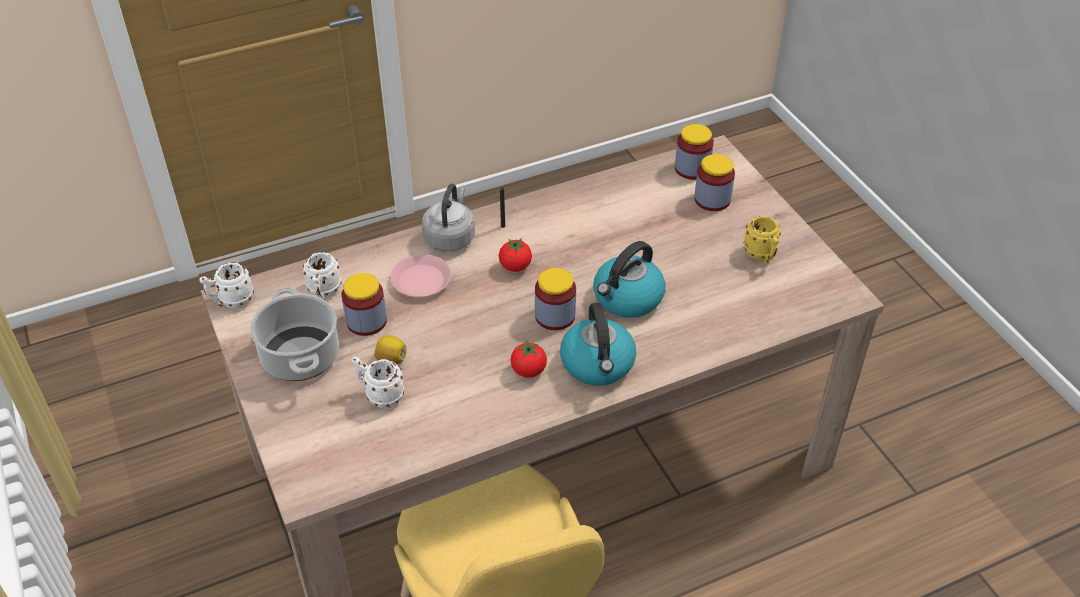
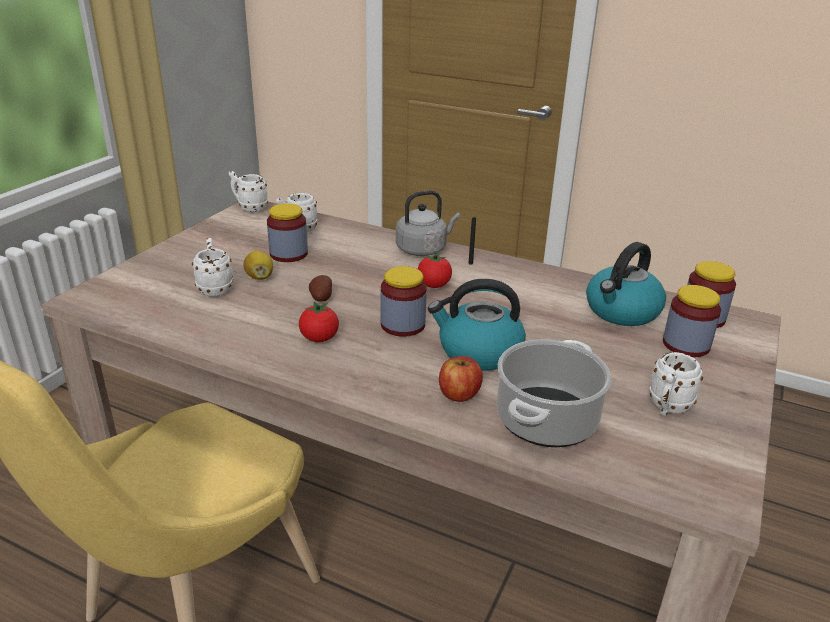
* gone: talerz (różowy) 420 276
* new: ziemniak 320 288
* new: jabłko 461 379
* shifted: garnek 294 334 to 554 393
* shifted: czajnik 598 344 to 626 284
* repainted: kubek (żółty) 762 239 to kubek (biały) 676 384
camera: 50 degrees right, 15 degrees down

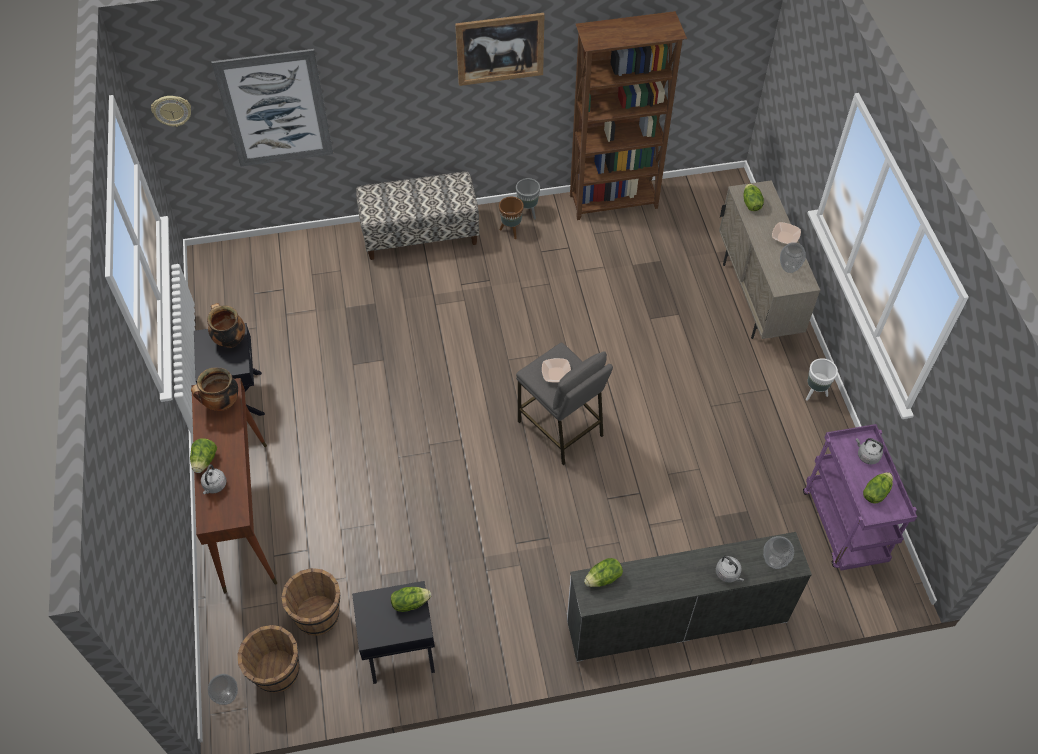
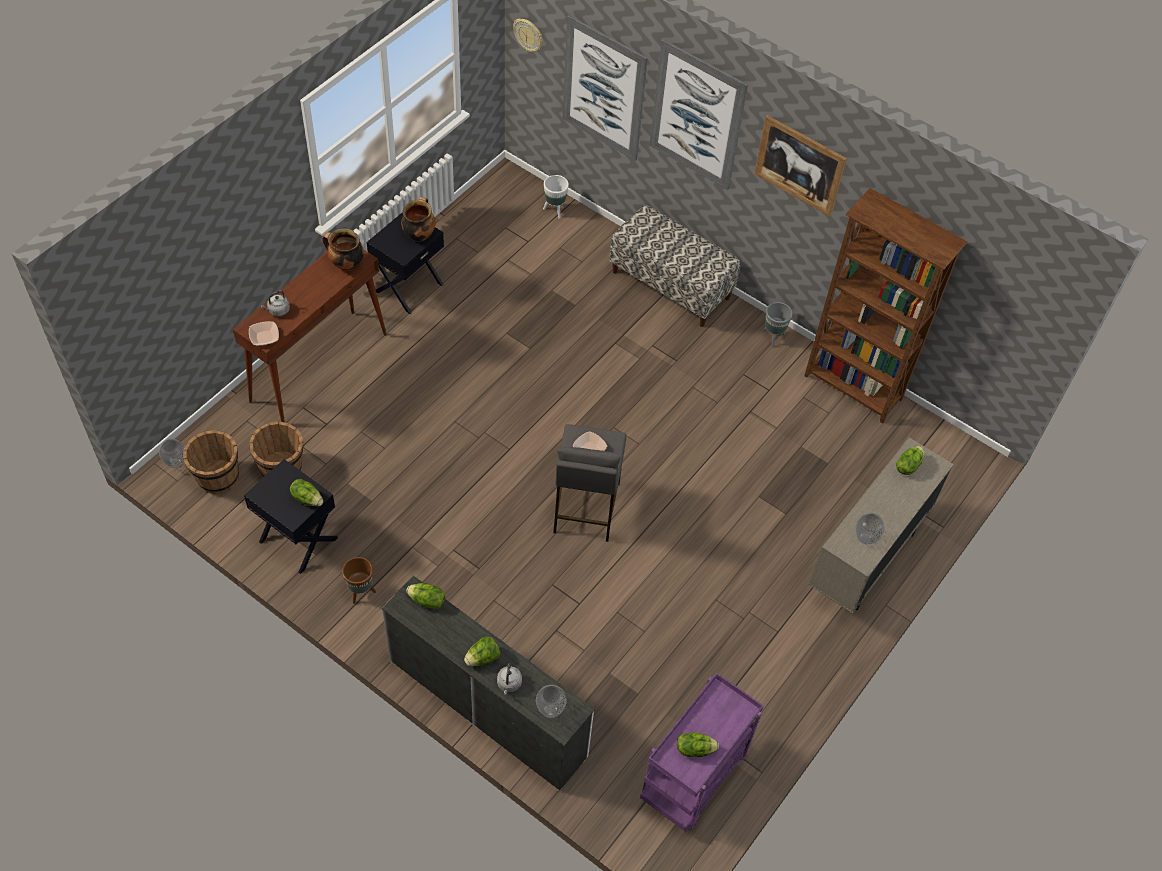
* gone: czajnik (szary) 869 451
* new: obraz 699 114
* shifted: sałata 203 455 to 482 651
* shifted: donica (brązowy) 511 218 to 359 580
* shifted: miska 786 233 to 264 333
* shifted: donica (biały) 822 379 to 556 197
camera: 45 degrees right, 0 degrees up

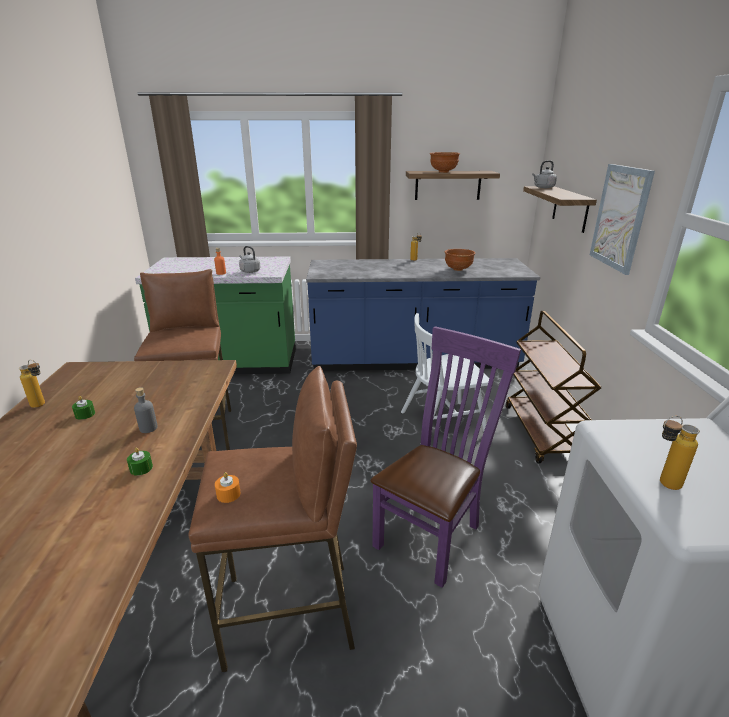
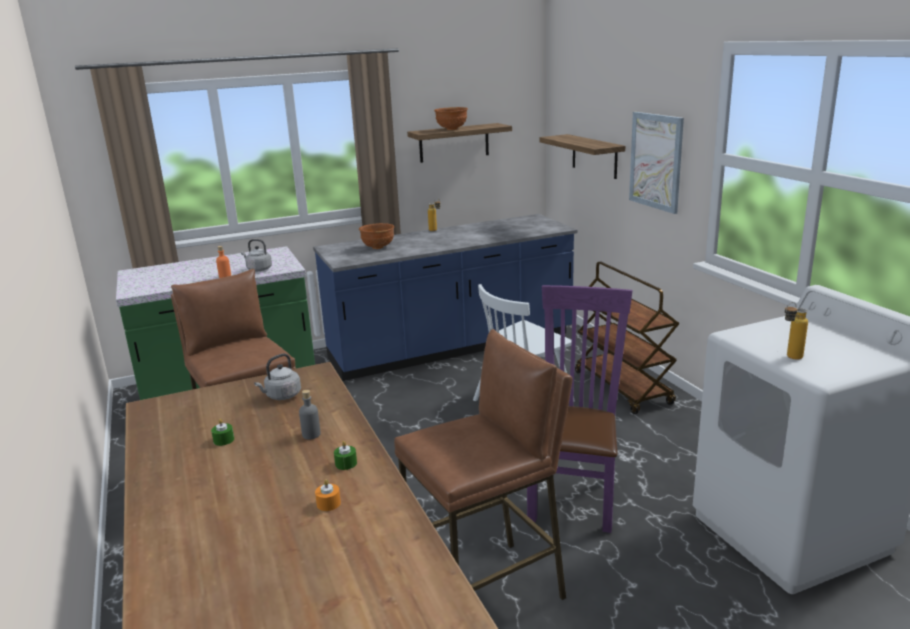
* gone: butelka 32 384
* shifted: świeca (pomarańczowy) 228 487 to 328 495
* shifted: miska (brązowy) 460 260 to 376 236
* shifted: czajnik (szary) 544 174 to 277 376
camera: 20 degrees left, 5 degrees down

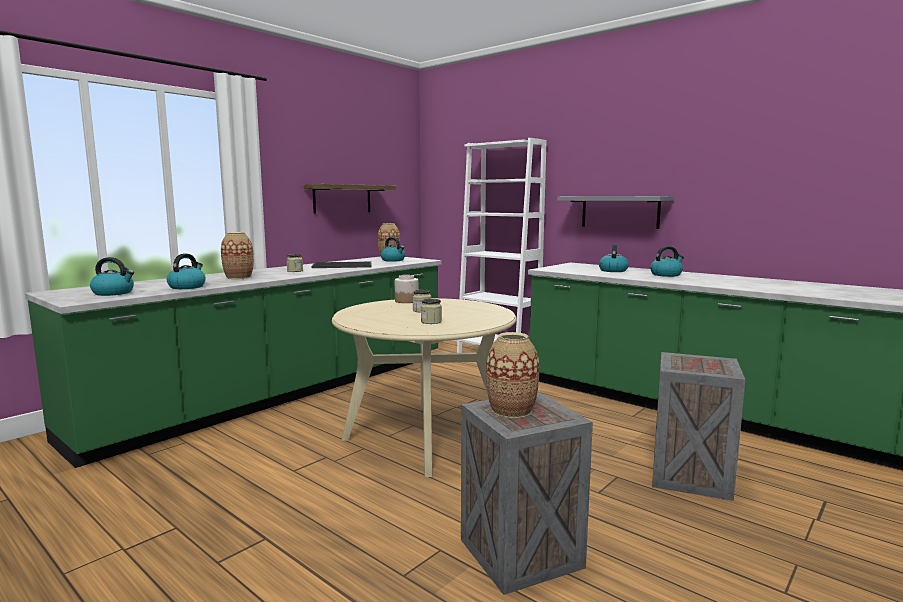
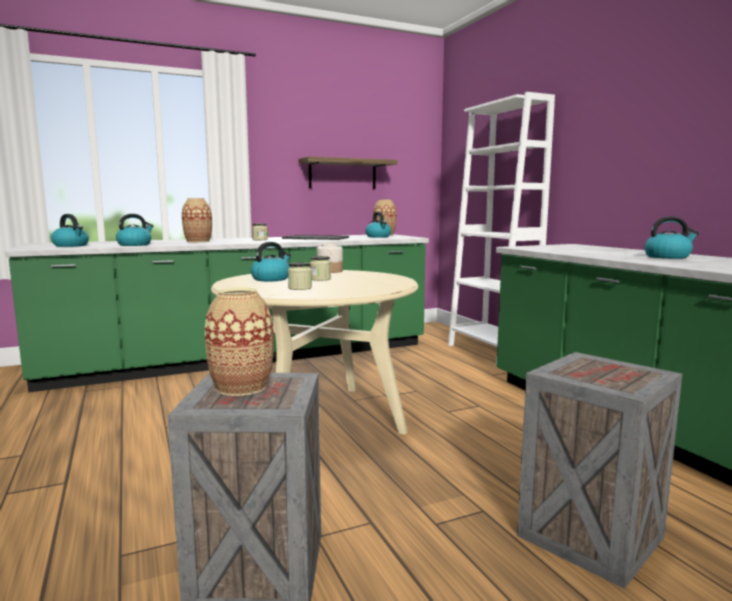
* gone: półka (szary) 615 212
* shifted: czajnik 614 257 to 271 261
camera: 25 degrees right, 0 degrees up

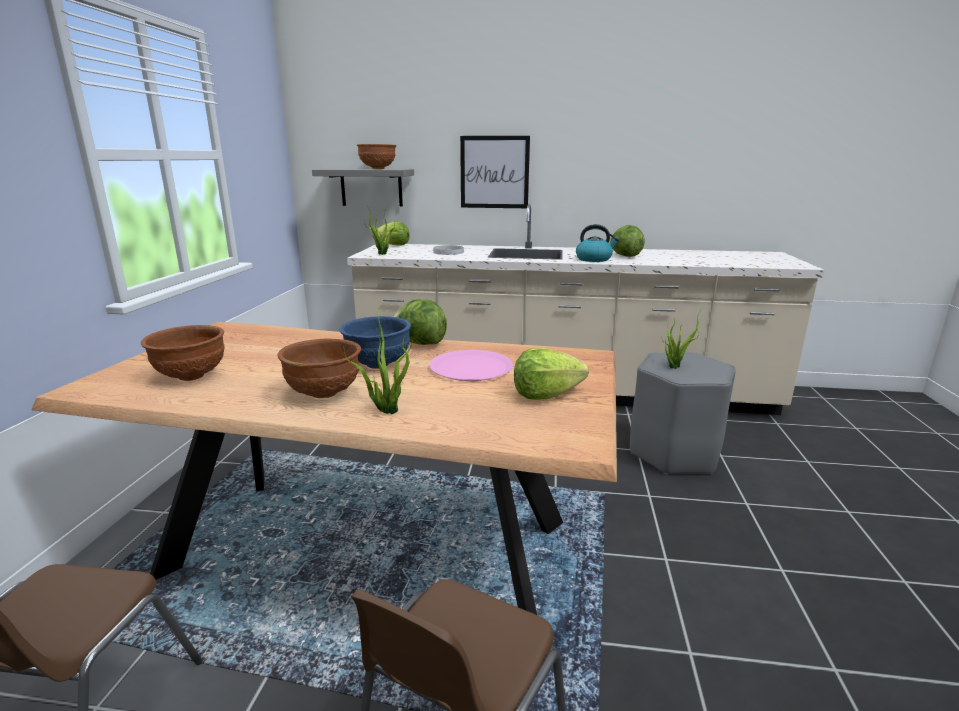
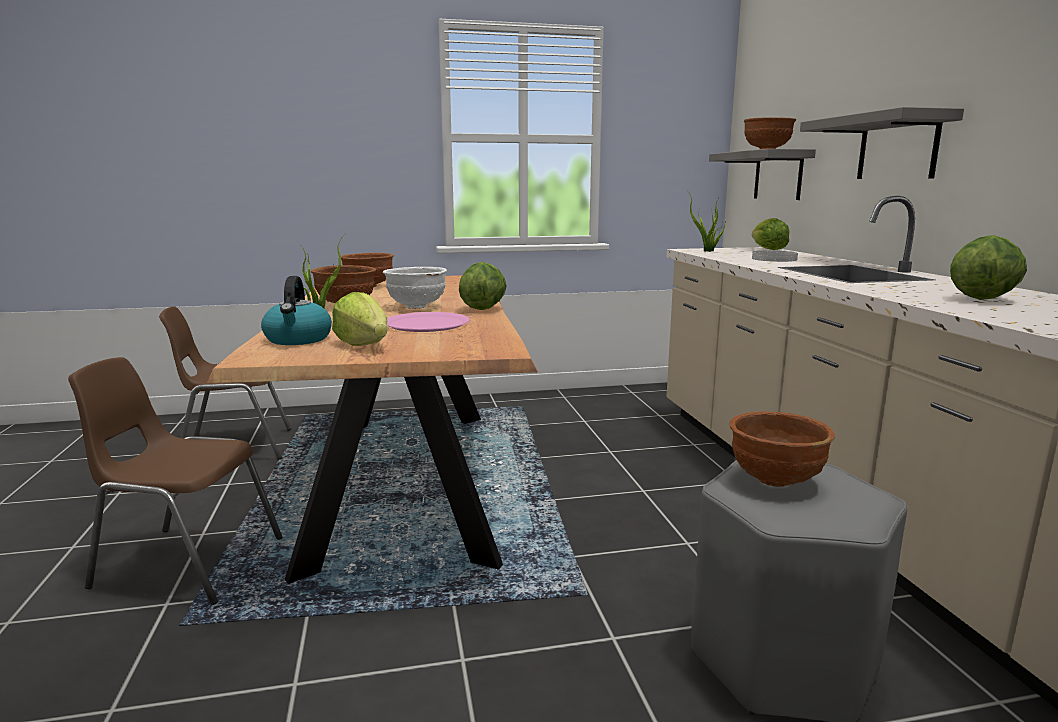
* shifted: czajnik 597 243 to 296 310
* swapped: obraz 495 172 to półka (szary) 882 143
* swapped: roślina doniczkowa 683 338 to miska (brązowy) 782 449
* repainted: miska (niebieski) 375 342 to miska (biały) 415 288
camera: 70 degrees right, 5 degrees down

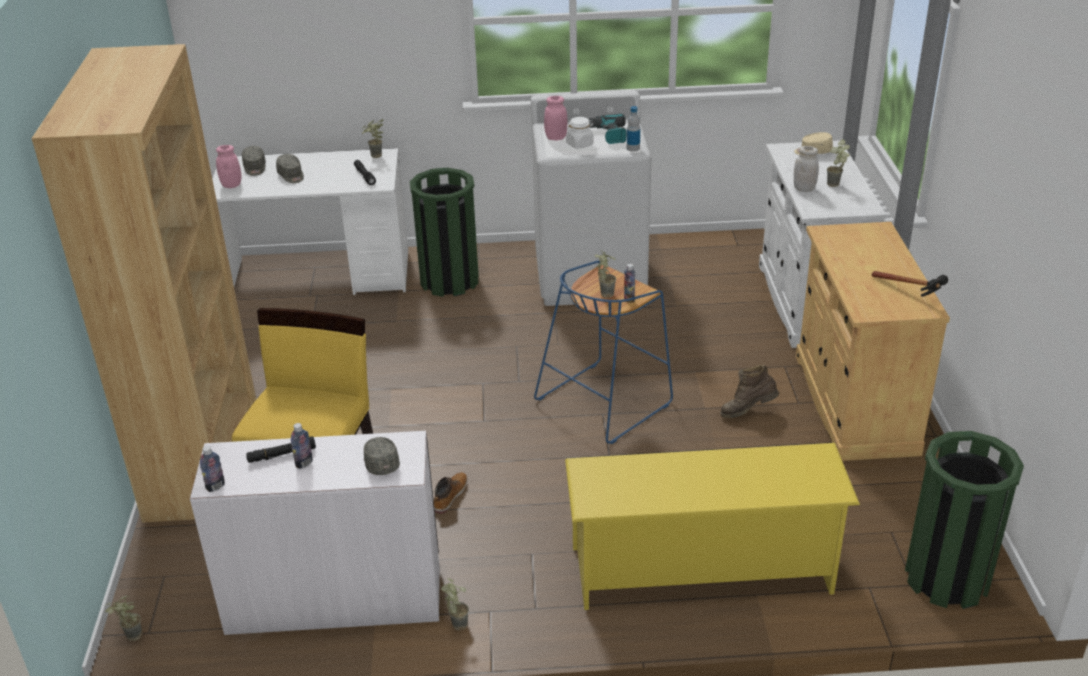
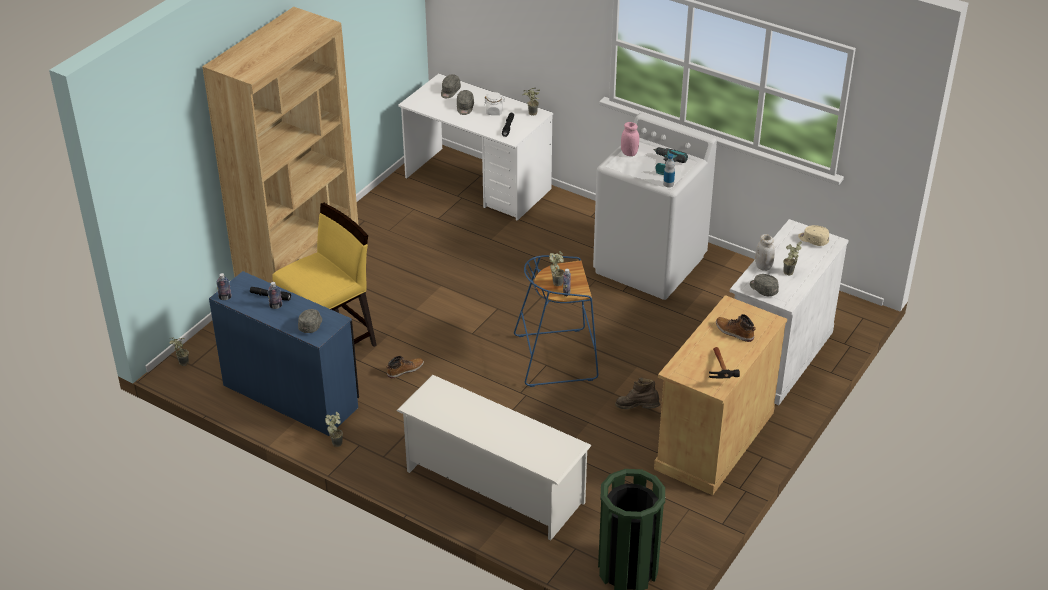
* gone: słoik (różowy) 229 166
* gone: kosz na śmieci (zielony) 444 232
* new: but z cholewką 736 328
* new: czapka z daszkiem (szary) 764 285
* shifted: słoik (biały) 579 133 to 494 103
* repainted: biurko (biały) 315 533 to biurko (niebieski) 284 353
* repainted: regał na buty (żółty) 712 526 to regał na buty (biały) 494 457
camera: 35 degrees right, 5 degrees up

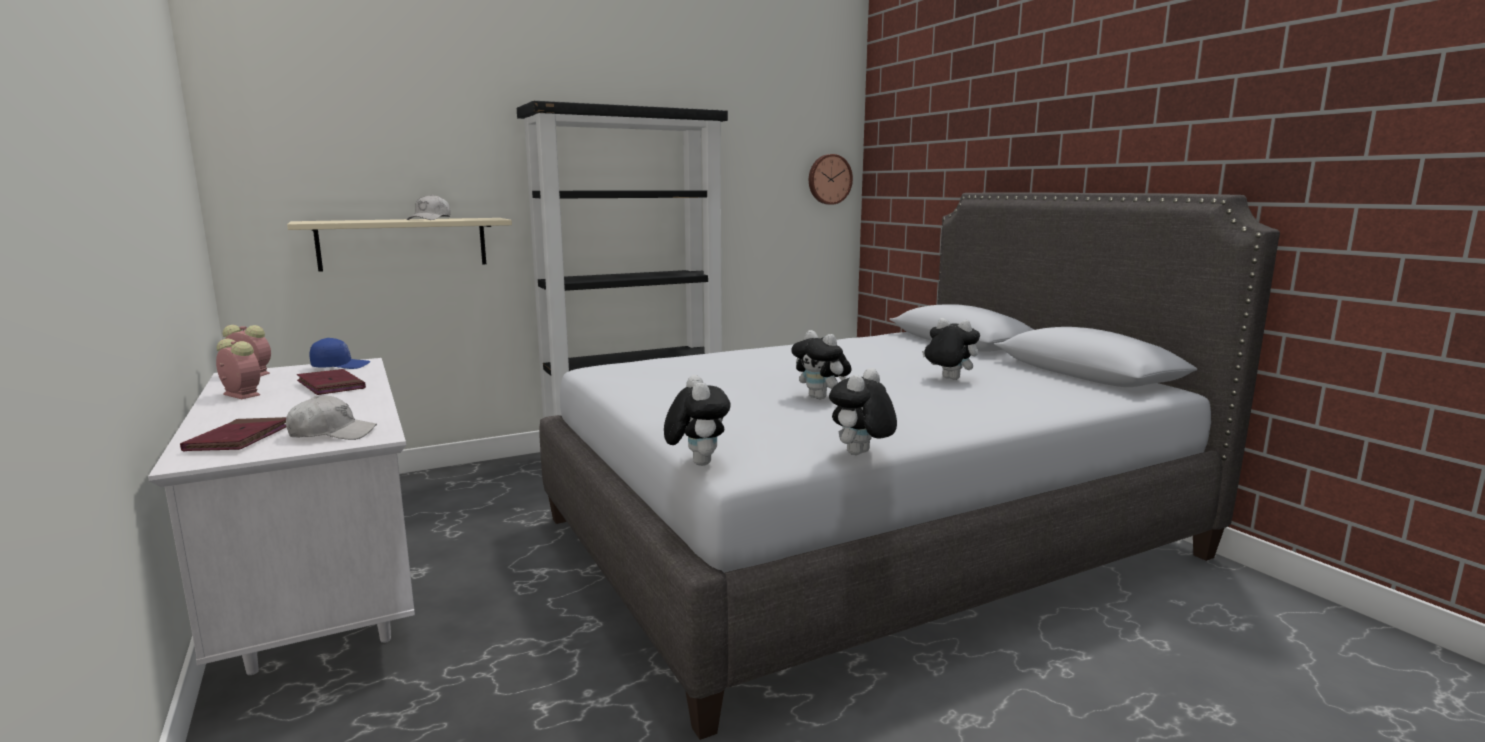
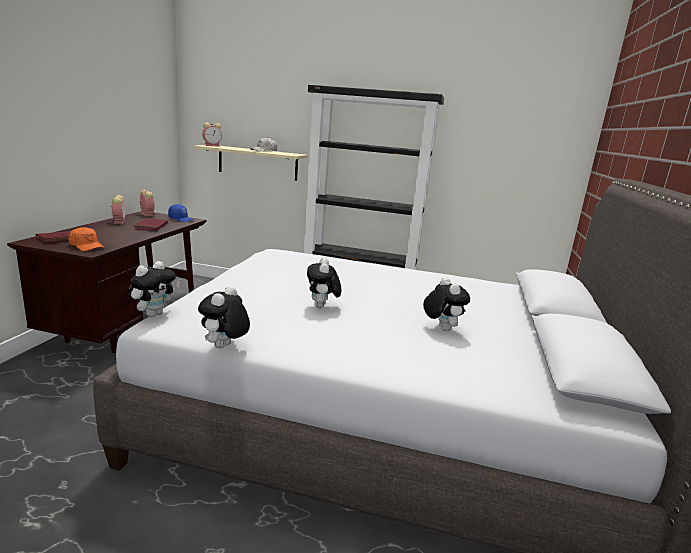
* gone: zegar ścienny 831 179
* new: budzik 212 134
* repainted: biurko (biały) 281 516 to biurko (brązowy) 106 282
* repainted: czapka z daszkiem (biały) 331 418 to czapka z daszkiem (pomarańczowy) 86 239
* rotated: pluszak 863 411 = 224 317 60 degrees counterclockwise
camera: 40 degrees right, 5 degrees up

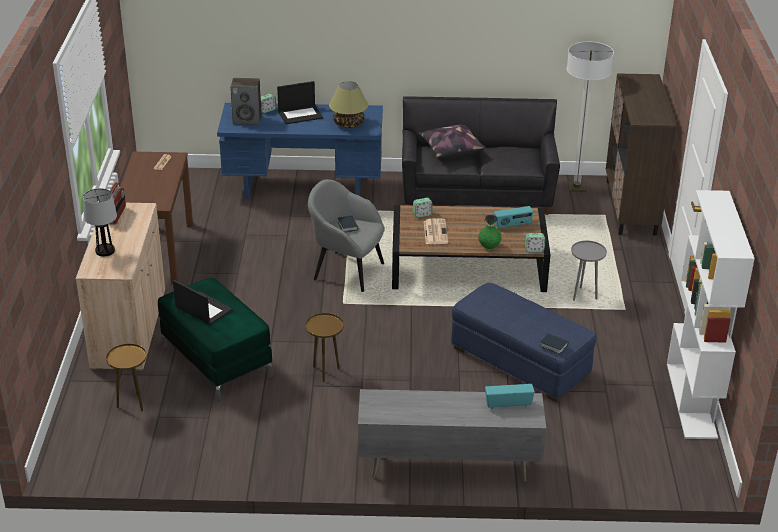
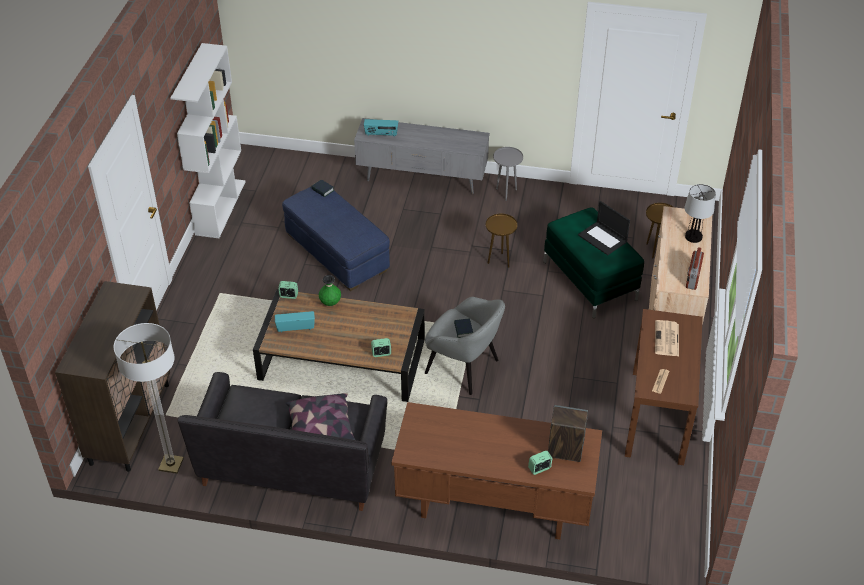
* gone: laptop 300 102
* gone: lampa stołowa 348 104
* shifted: gazeta 436 231 to 667 338
* shifted: stolik (szary) 589 271 to 508 174
* repainted: biurko (niebieski) 300 151 to biurko (brązowy) 496 471
camera: 170 degrees left, 10 degrees up

